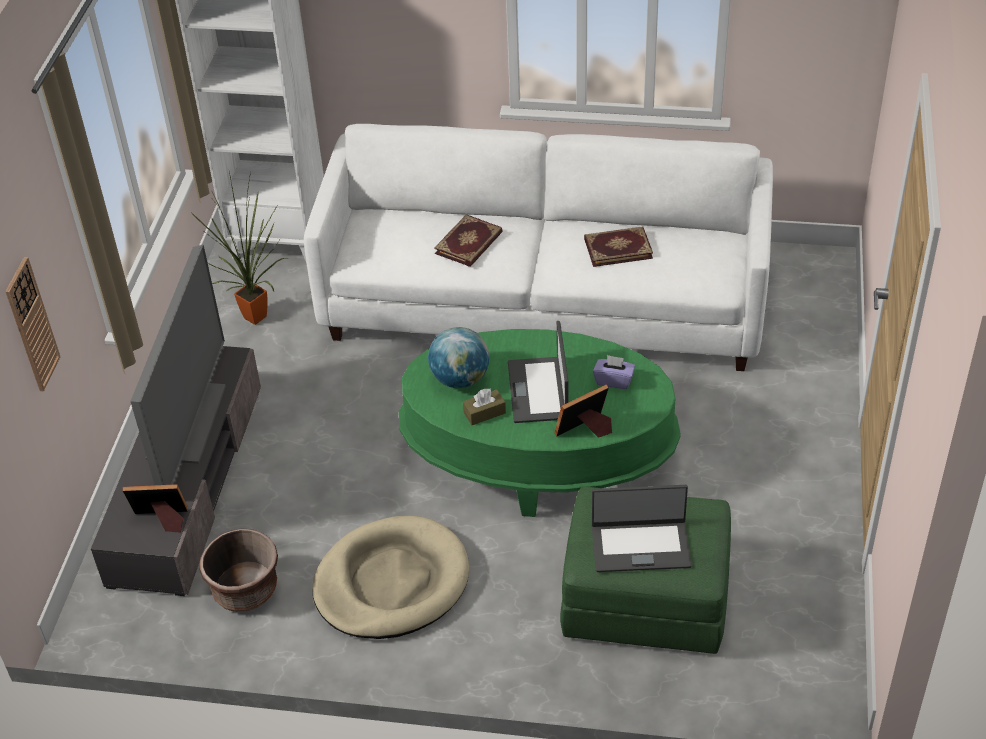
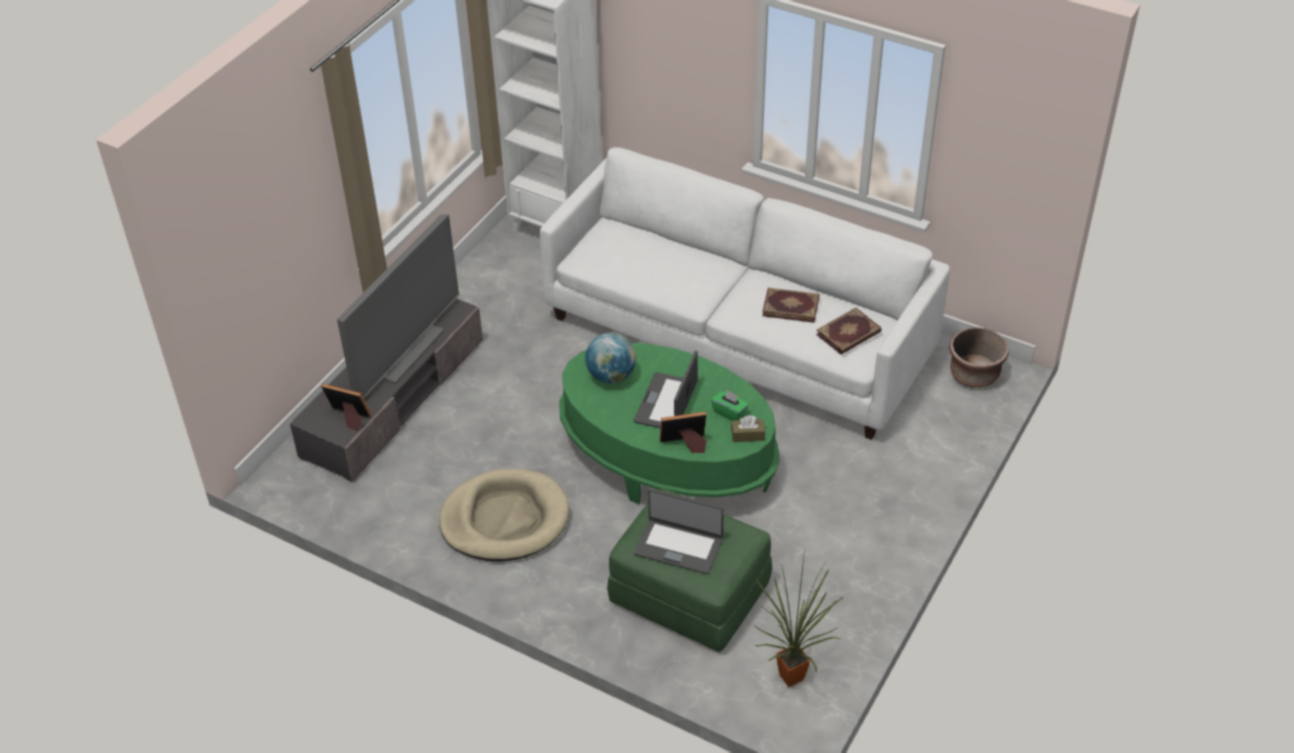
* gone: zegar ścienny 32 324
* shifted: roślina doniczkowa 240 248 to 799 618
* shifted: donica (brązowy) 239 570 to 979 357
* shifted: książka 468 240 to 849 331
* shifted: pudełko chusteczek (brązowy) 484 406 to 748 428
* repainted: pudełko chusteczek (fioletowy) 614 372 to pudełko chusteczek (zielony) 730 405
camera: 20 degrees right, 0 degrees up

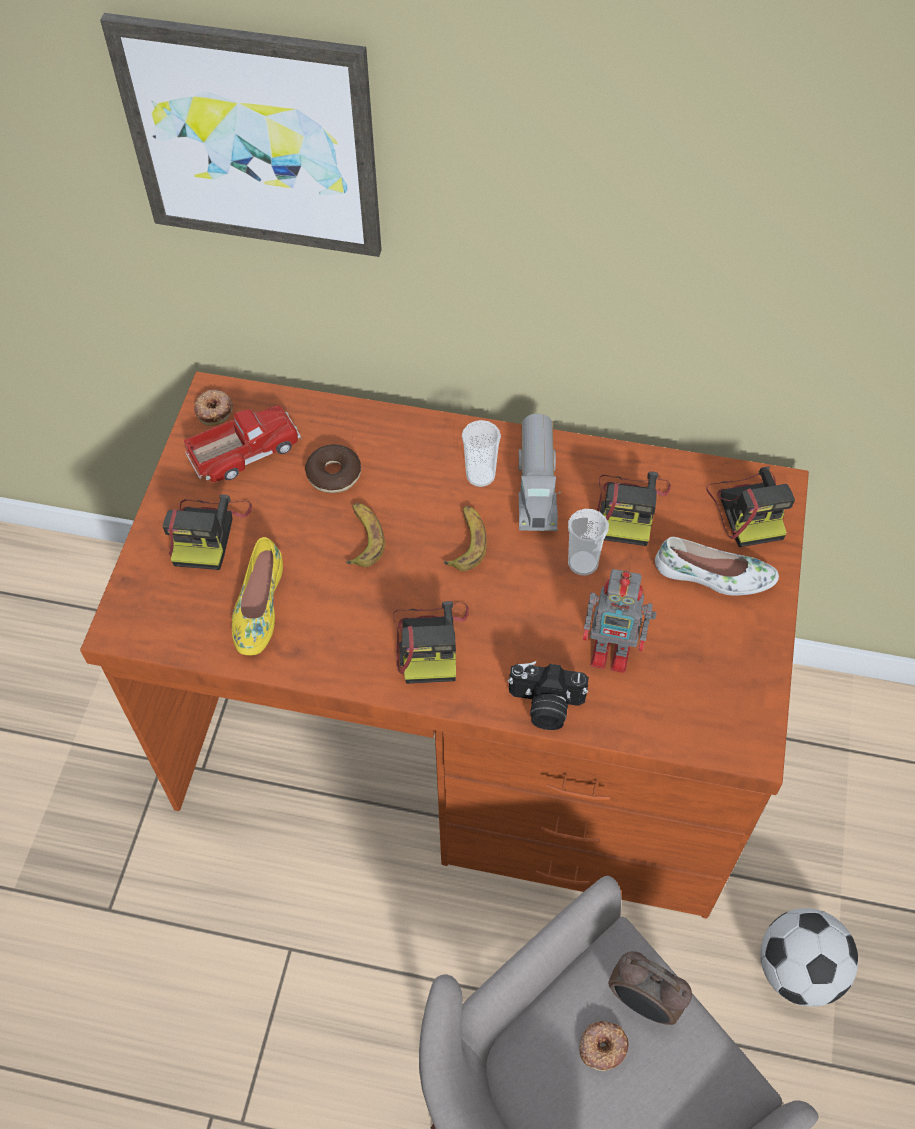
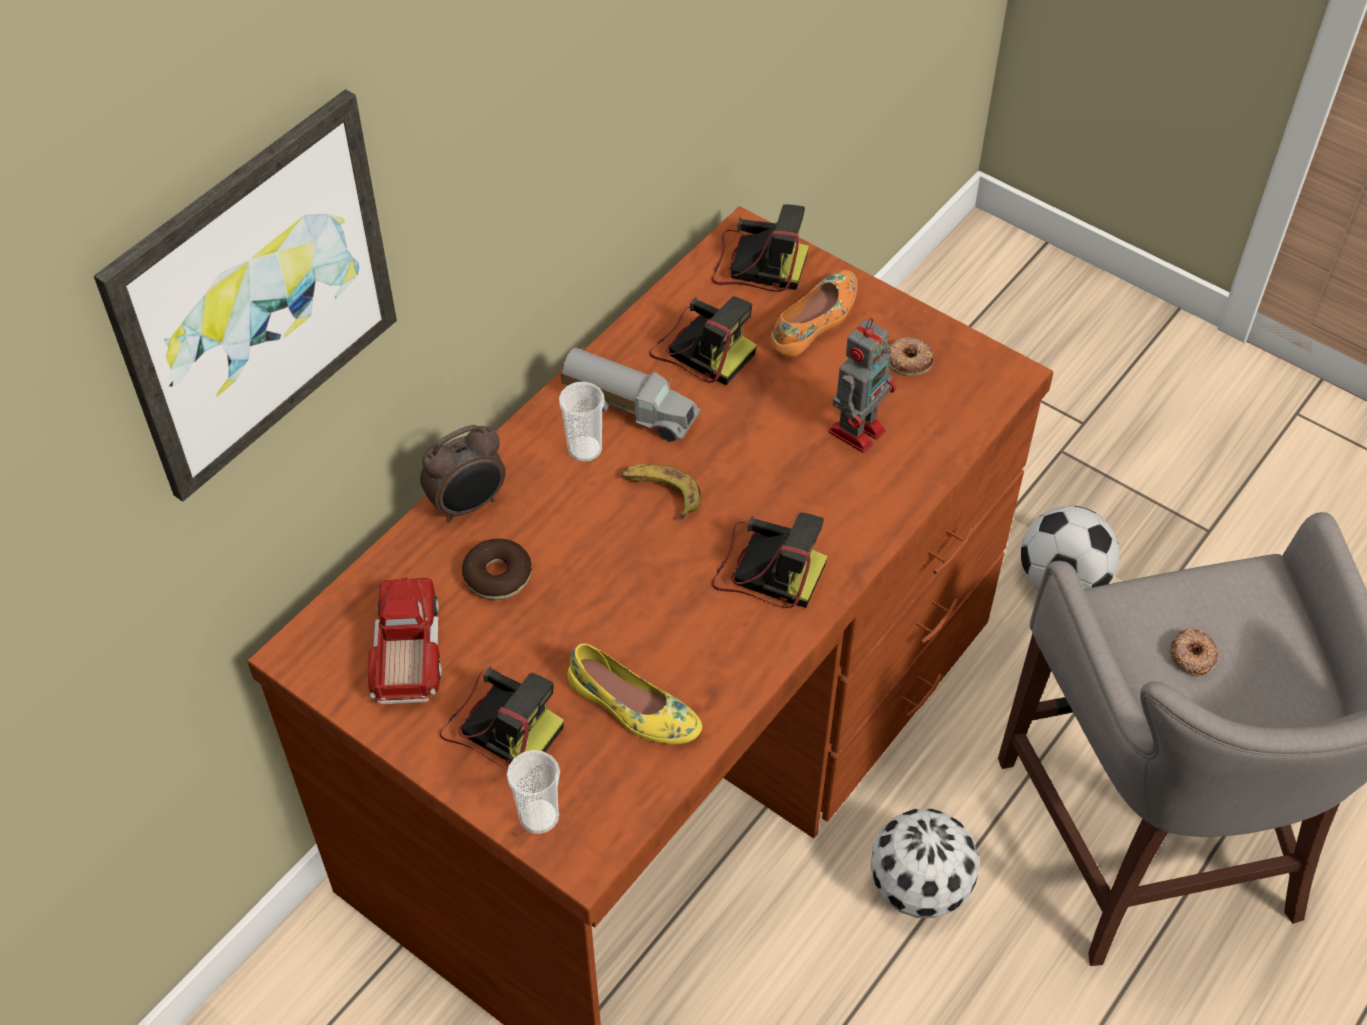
* gone: banan 365 535
* gone: aparat fotograficzny 548 695
* new: piłka futbolowa 924 863
* shifted: donut 213 407 to 911 356
* shifted: filiżanka 588 542 to 533 792
* shifted: budzik 650 988 to 463 473
* repainted: but (biały) 717 566 to but (pomarańczowy) 814 313
camera: 65 degrees left, 5 degrees down

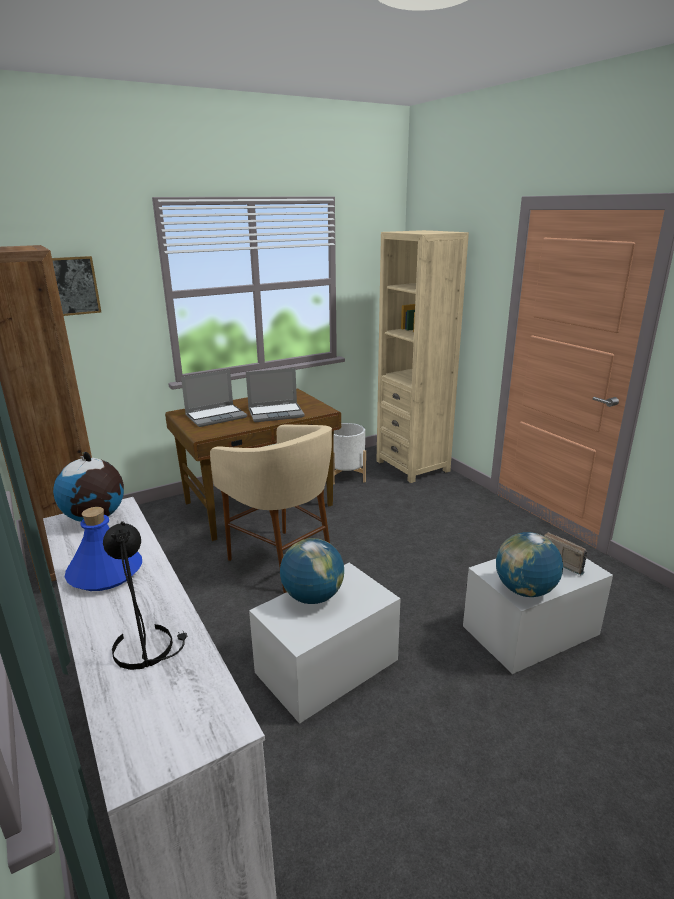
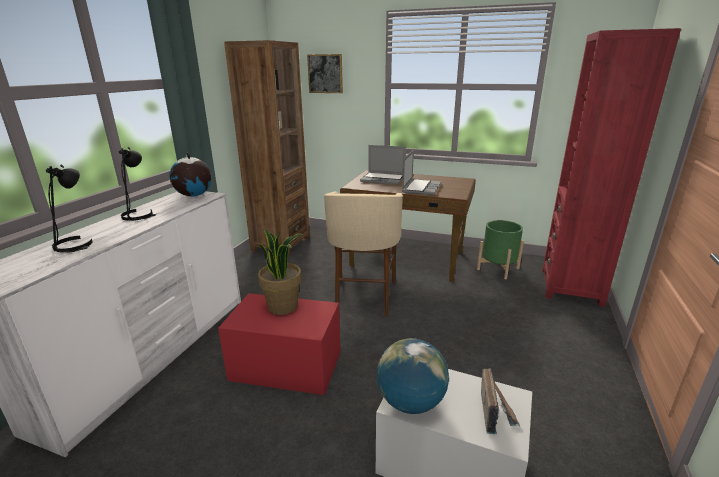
* swapped: butelka (niebieski) 103 549 to lampa stołowa (czarny) 138 184
* swapped: globus 312 571 to roślina doniczkowa 280 272
* repainted: pojemnik do przechowywania (biały) 325 643 to pojemnik do przechowywania (czerwony) 279 344
* repainted: donica (biały) 349 454 to donica (zielony) 500 250
* repainted: regał (beżowy) 423 356 to regał (czerwony) 611 167
* rotated: laptop 275 395 = 421 172 105 degrees counterclockwise
camera: 50 degrees right, 0 degrees up

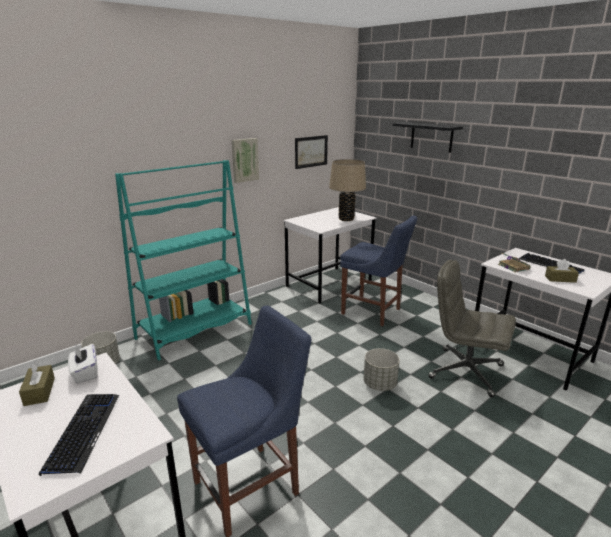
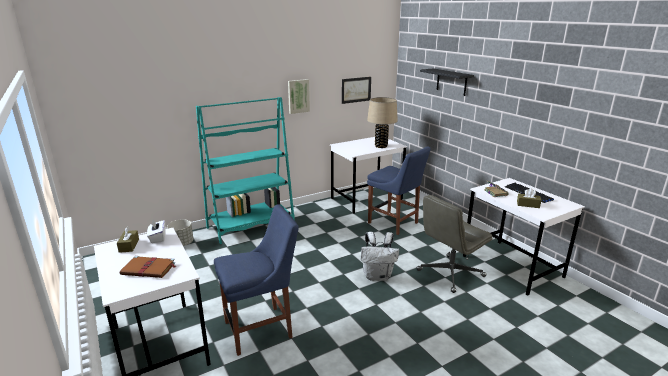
* swapped: klawiatura 79 435 to książka (brązowy) 148 267
* swapped: donica (szary) 381 369 to plecak (biały) 380 256
* rotated: krzesło biurowe (szary) 472 328 = 455 244 75 degrees counterclockwise
camera: 10 degrees right, 0 degrees up

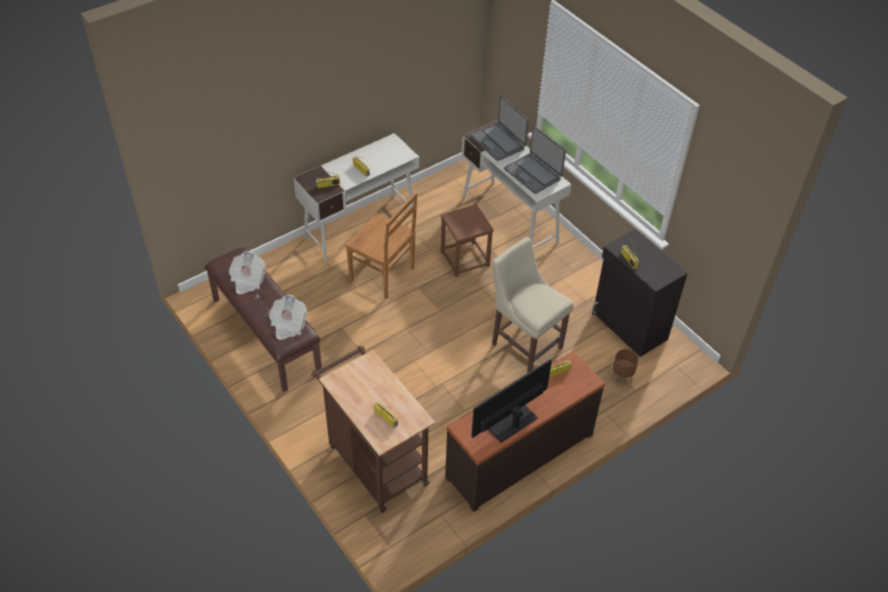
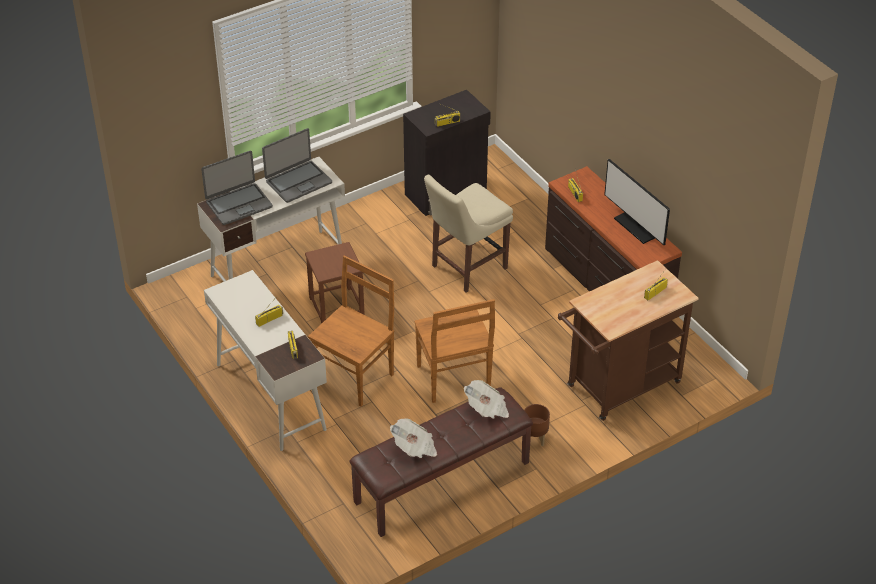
* new: krzesło (brązowy) 454 351
* shifted: donica (brązowy) 626 366 to 537 425
camera: 85 degrees left, 5 degrees down

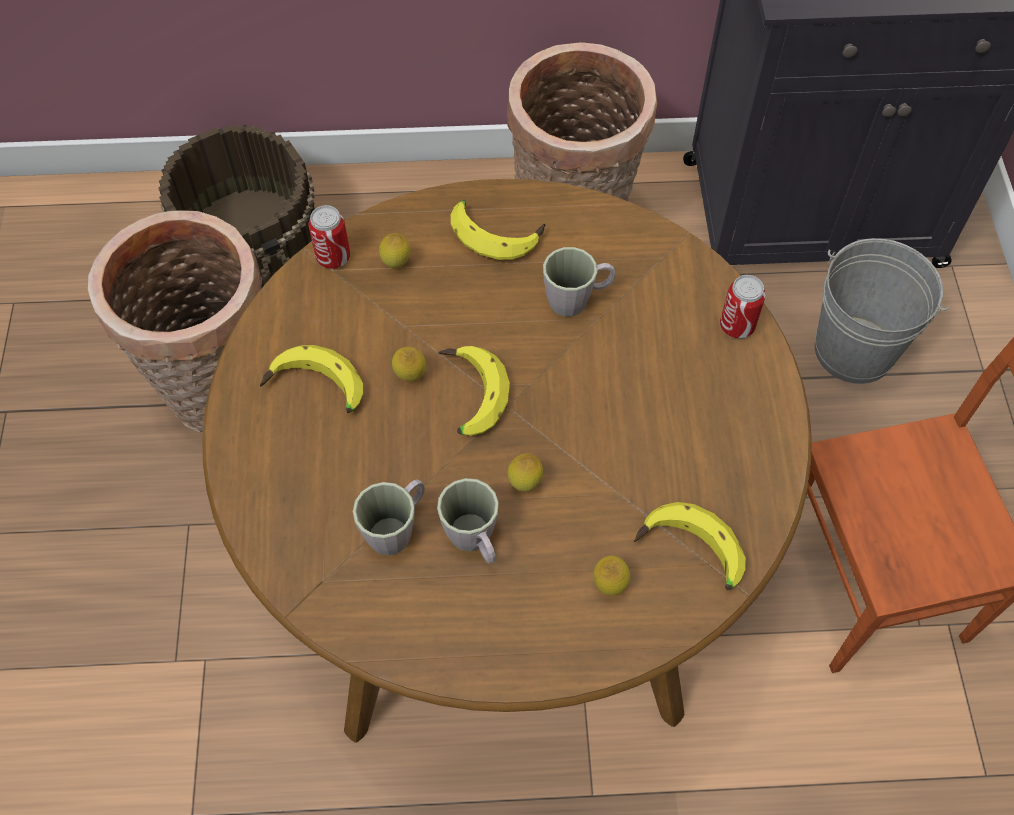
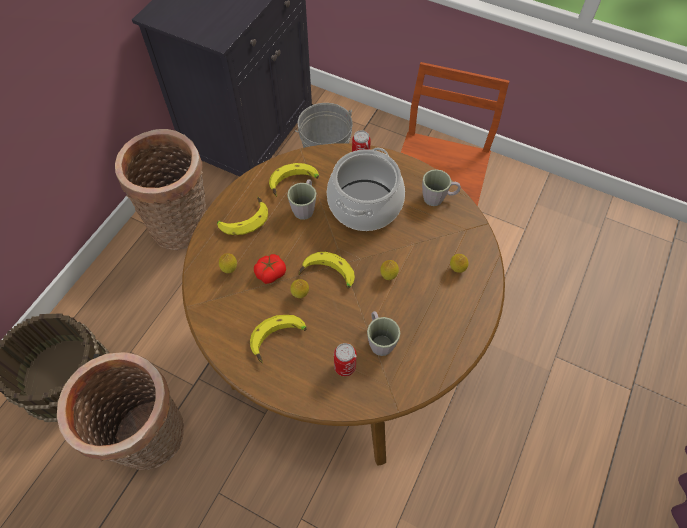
* new: pomidor 270 269
* new: garnek 366 189
* shifted: puszka 329 237 to 345 359
* shifted: kubek (szary) 468 521 to 441 187
* shifted: banan 690 546 to 294 180
camera: 60 degrees left, 0 degrees up

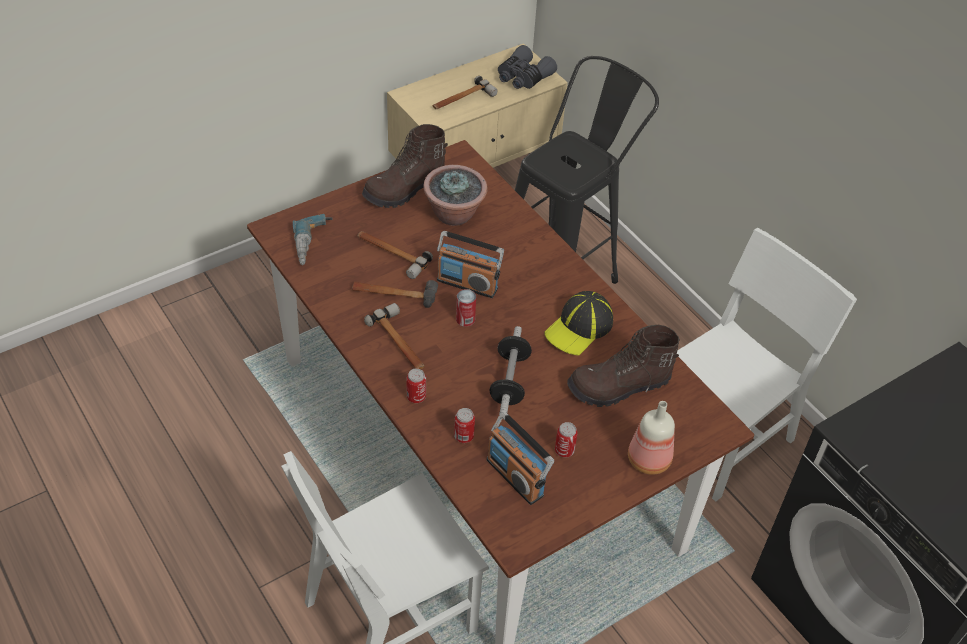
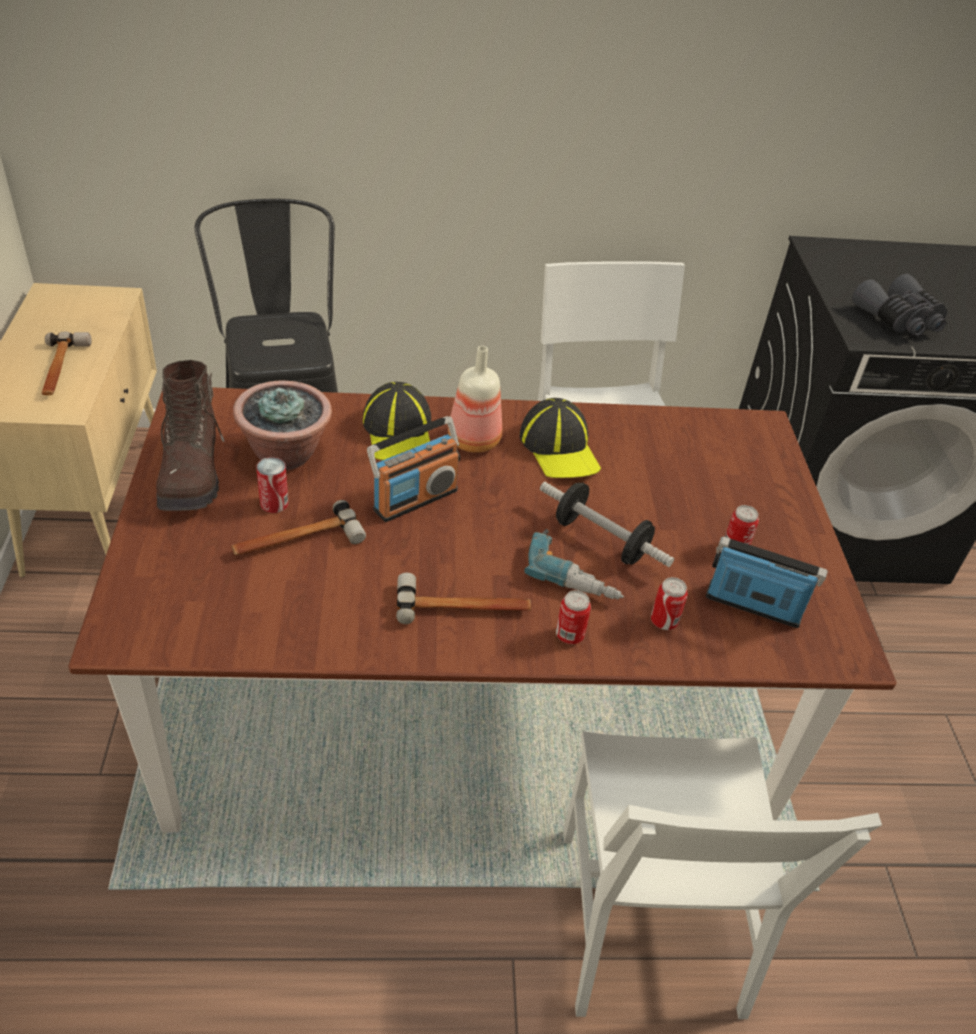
* gone: młotek 395 294
* gone: but z cholewką (brązowy) 623 366
* new: czapka z daszkiem 397 421
* shifted: wiertarka 313 239 to 574 564
* shifted: puszka 466 308 to 272 485
* shifted: lornetka (szary) 527 67 to 899 305
* shifted: butelka 651 438 to 475 399
* rotated: radio 520 458 = 767 582 150 degrees counterclockwise
camera: 60 degrees left, 5 degrees down

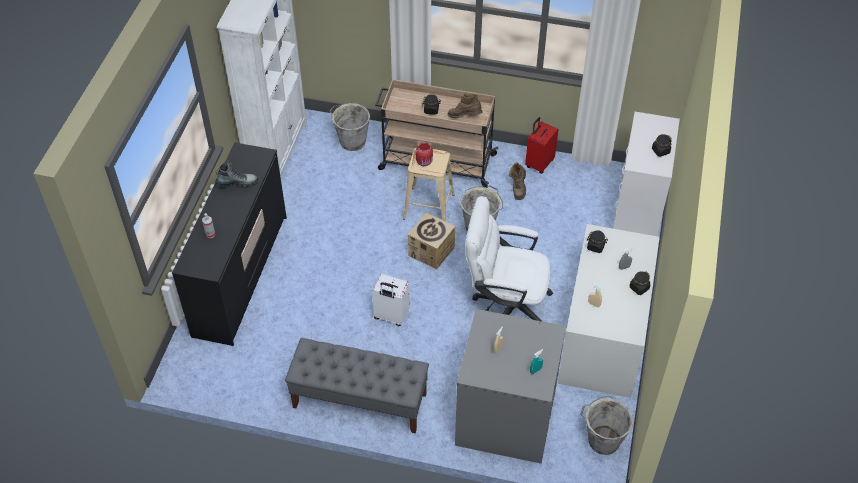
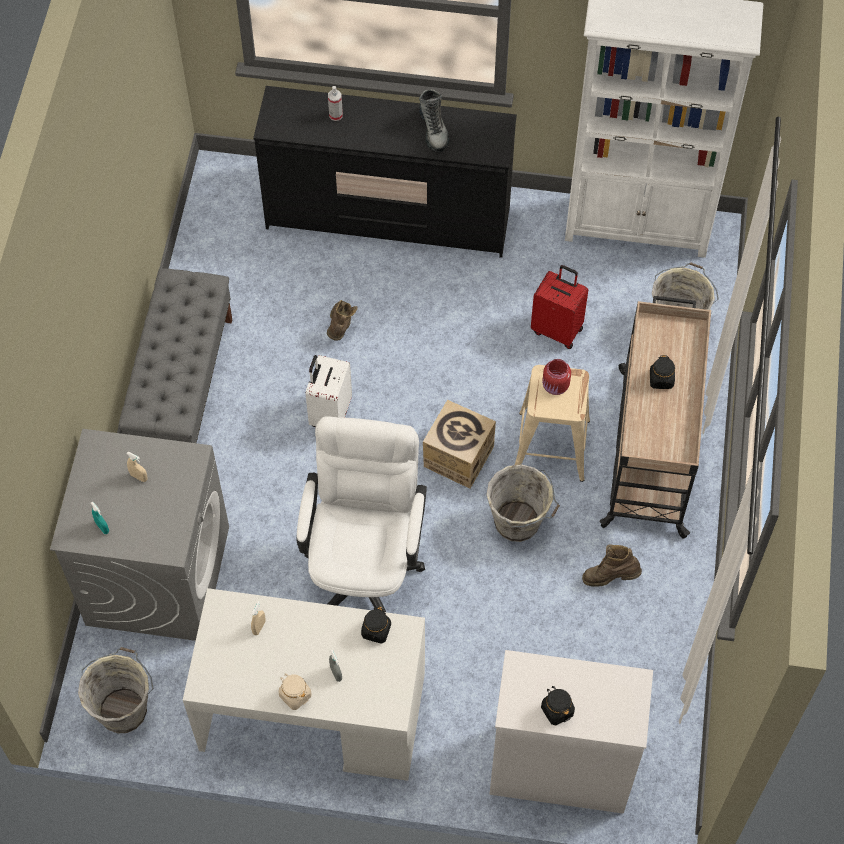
* shifted: but z cholewką (brązowy) 465 105 to 342 320
* shifted: walizka (czerwony) 541 145 to 559 307
* repainted: słoik (czarny) 640 283 to słoik (beżowy) 295 692
camera: 85 degrees right, 10 degrees up

